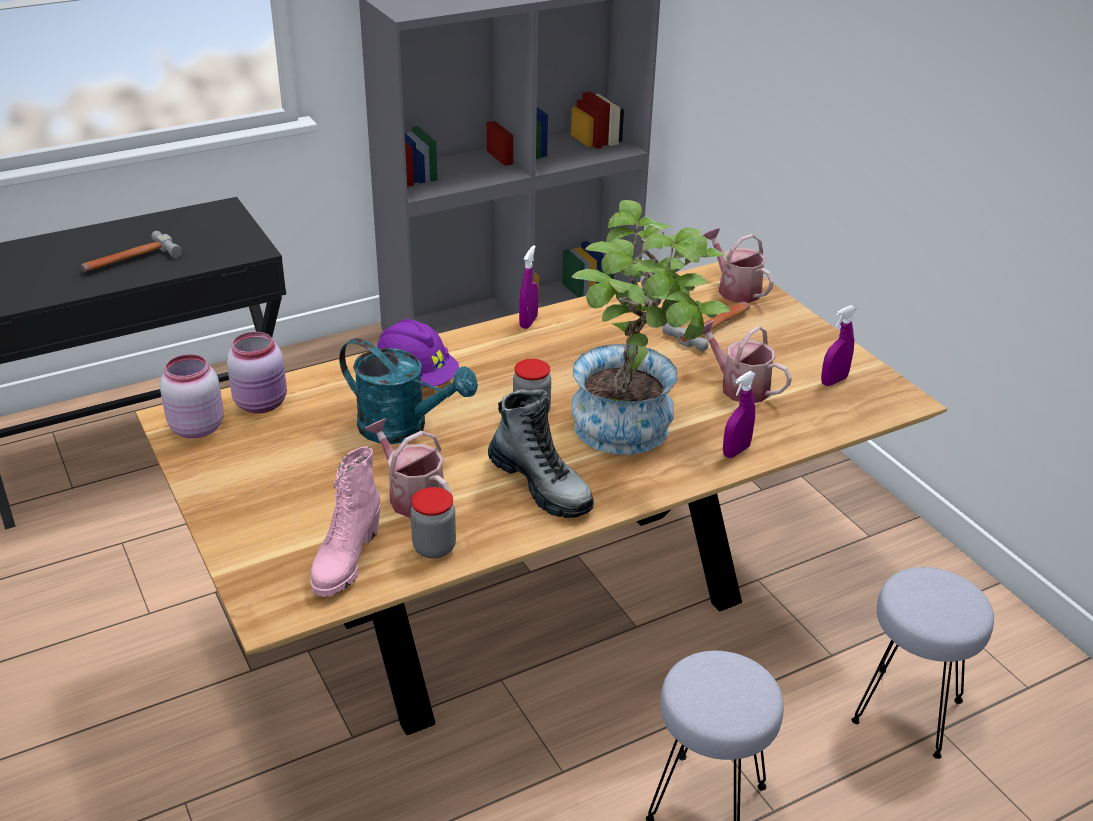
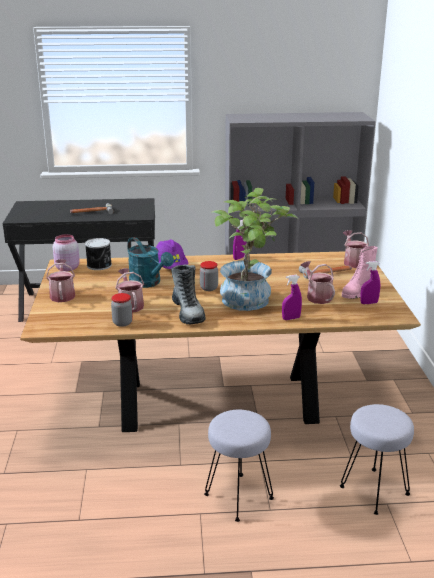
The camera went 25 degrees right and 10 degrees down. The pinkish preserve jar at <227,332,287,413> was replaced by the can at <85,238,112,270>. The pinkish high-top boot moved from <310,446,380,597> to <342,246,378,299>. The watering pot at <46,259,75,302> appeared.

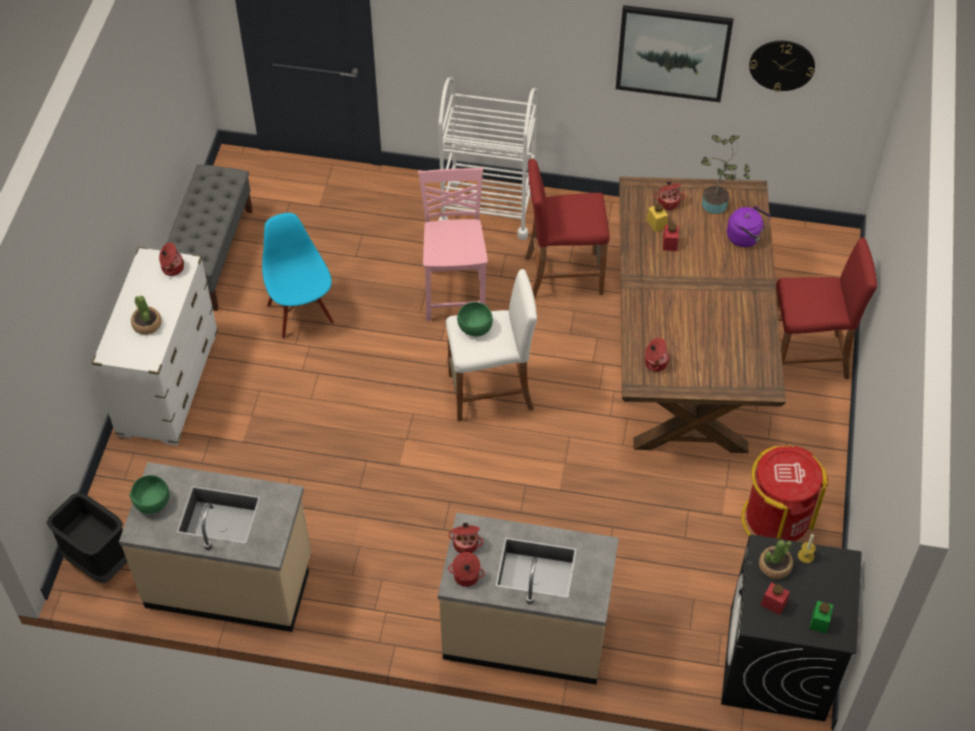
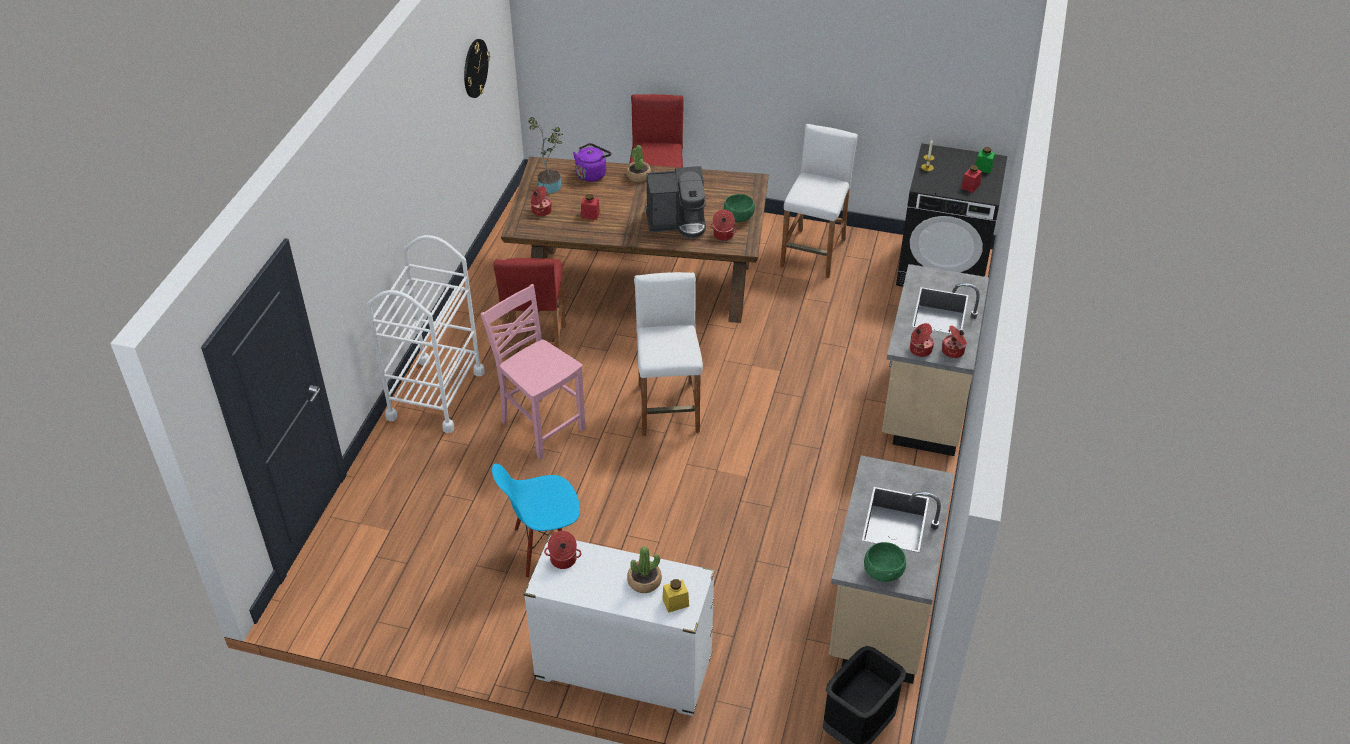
The camera went 85 degrees left and 10 degrees down. The greyish long seat at <167,164,253,311> disappeared. The pinkish plain chair at <418,167,488,321> turned 45 degrees clockwise. The green-coloured deep dish moved from <457,302,493,336> to <724,194,755,222>. The wall art at <616,5,734,102> disappeared. The yellowish preserve jar moved from <646,204,668,232> to <662,579,689,613>. The red-coloured rubbish bin at <741,446,828,541> was replaced by the white-coloured stool at <780,124,858,278>. The houseplant moved from <759,540,793,579> to <626,145,651,182>. The coffee maker at <645,166,706,238> appeared.

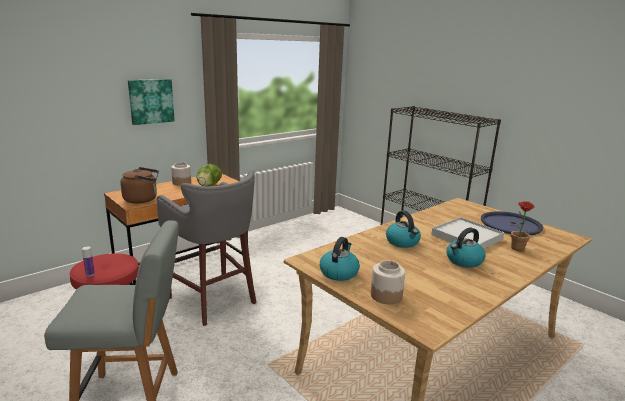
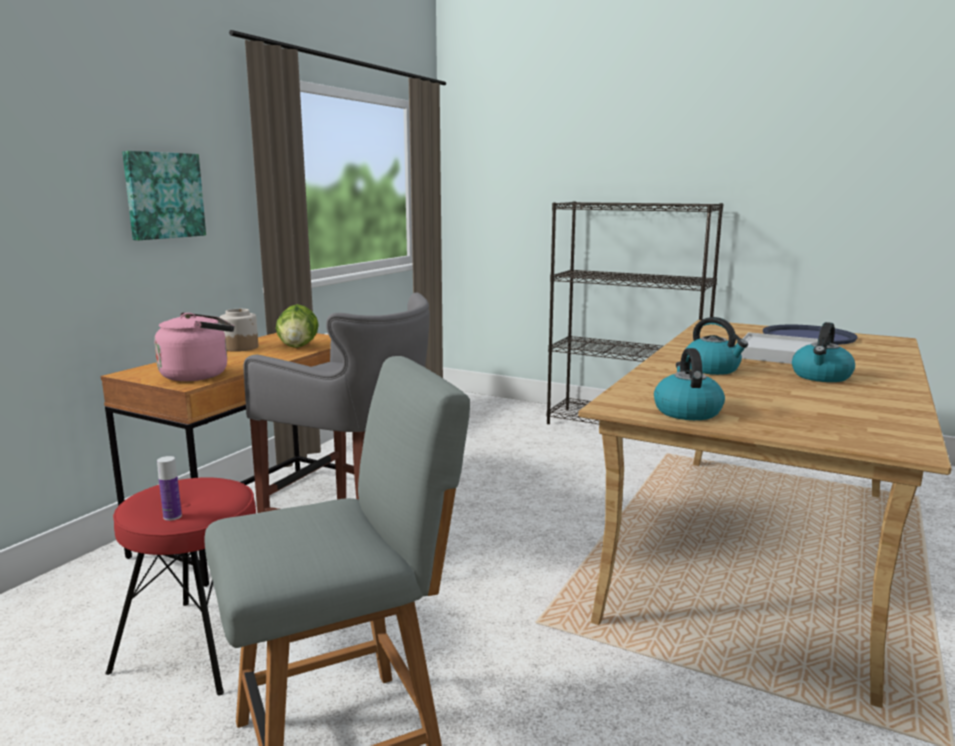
The camera went 20 degrees left and 5 degrees down. The brownish tea kettle at <120,167,159,204> became the pinkish tea kettle at <154,313,234,381>. The preserve jar at <371,260,405,304> disappeared. The houseplant at <509,201,542,251> disappeared.

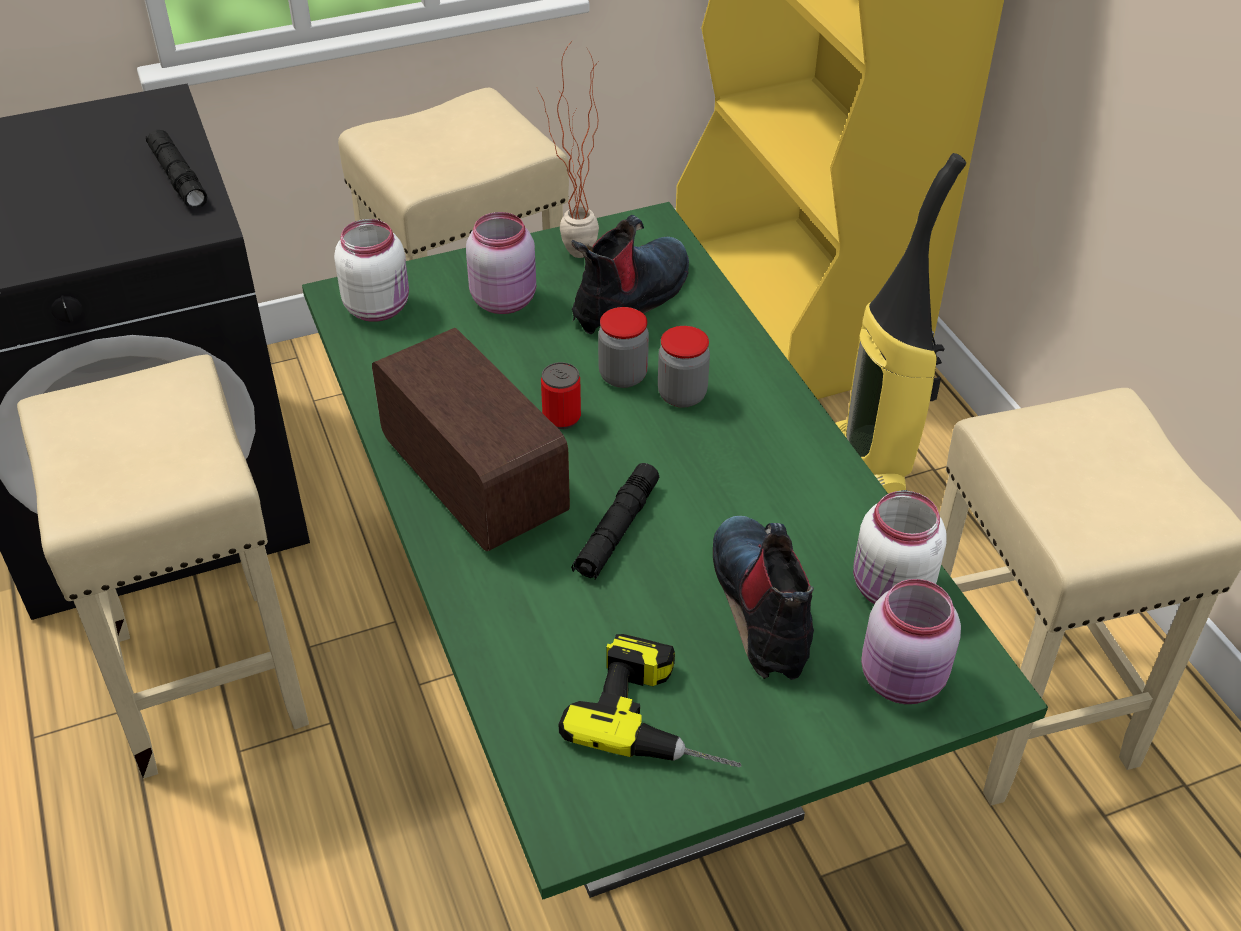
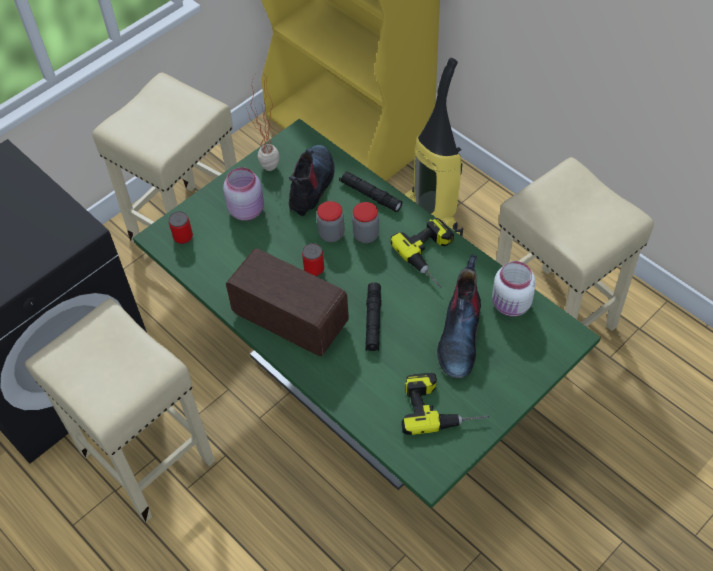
The camera went 20 degrees left and 10 degrees up. The blackish torch moved from <146,130,207,209> to <339,171,402,212>. The white-coloured preserve jar at <334,219,409,322> was replaced by the can at <169,211,193,244>. The high-top boot at <713,516,814,680> turned 135 degrees counterclockwise. The pinkish preserve jar at <861,579,961,704> disappeared. The electric drill at <391,218,454,288> appeared.

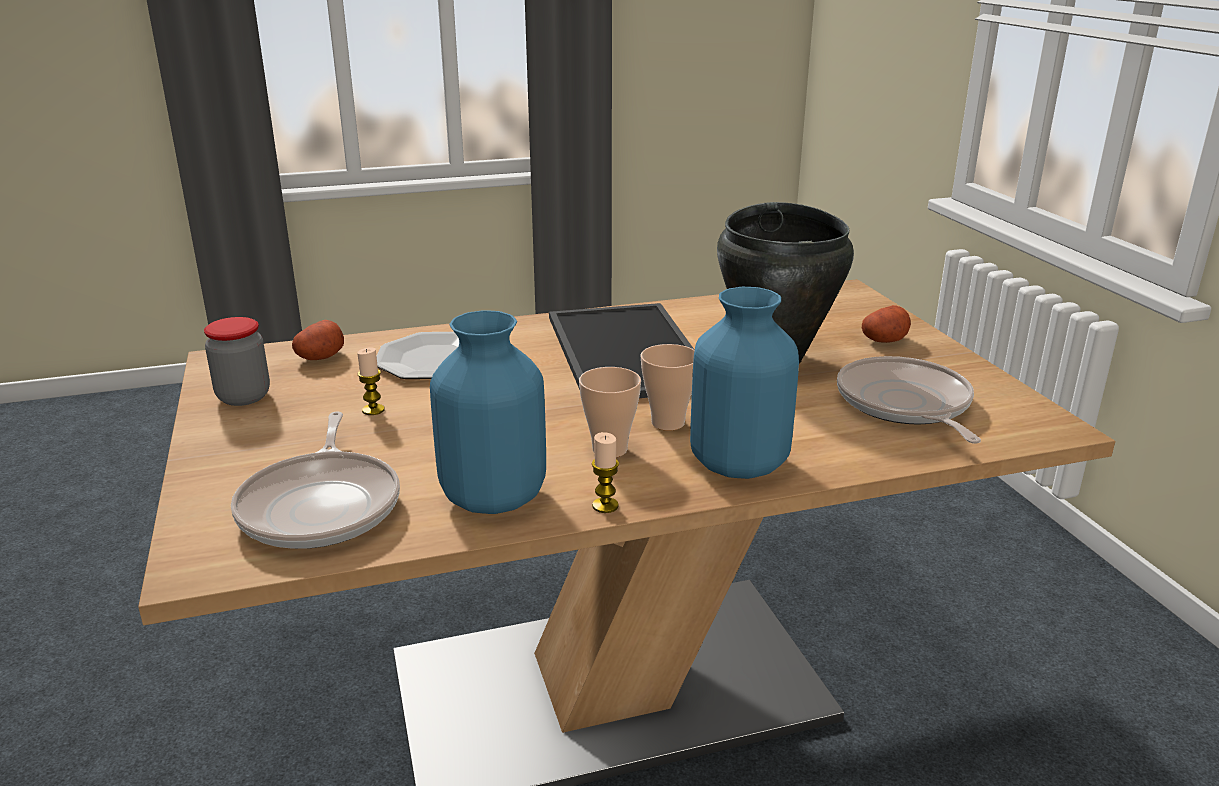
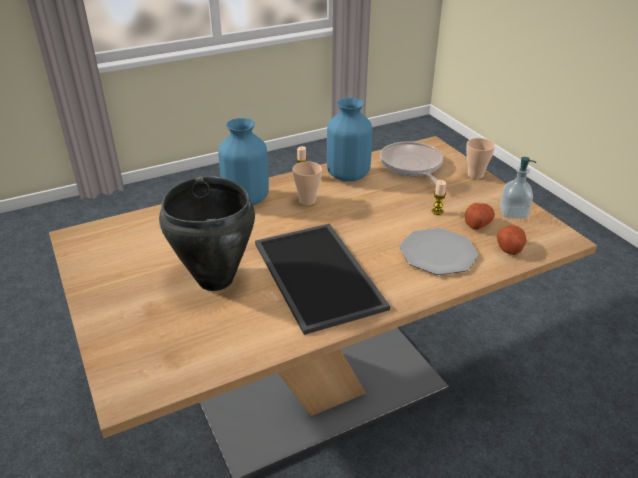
The camera went 170 degrees right and 10 degrees up. The preserve jar at <204,317,270,406> was replaced by the soap bottle at <500,157,536,219>. The drinking cup moved from <641,344,695,431> to <466,138,495,179>. The pan at <837,356,981,444> disappeared. The whole potato moved from <862,305,911,343> to <465,203,495,230>.

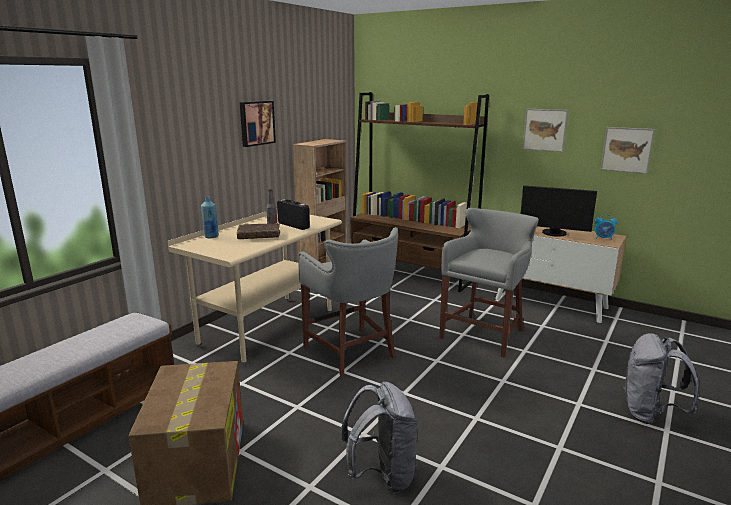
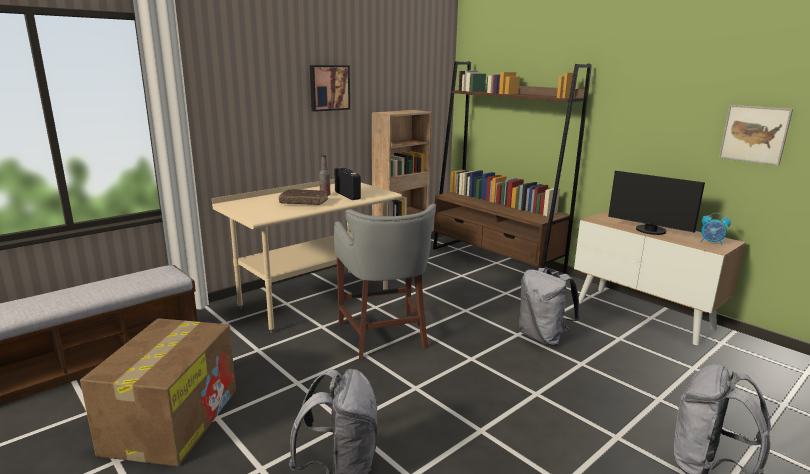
The camera went 15 degrees right and 0 degrees up. The bluish bottle at <201,196,219,238> disappeared. The greyish stool at <439,208,539,357> was replaced by the greyish knapsack at <518,268,580,346>. The wall art at <522,109,568,152> disappeared.

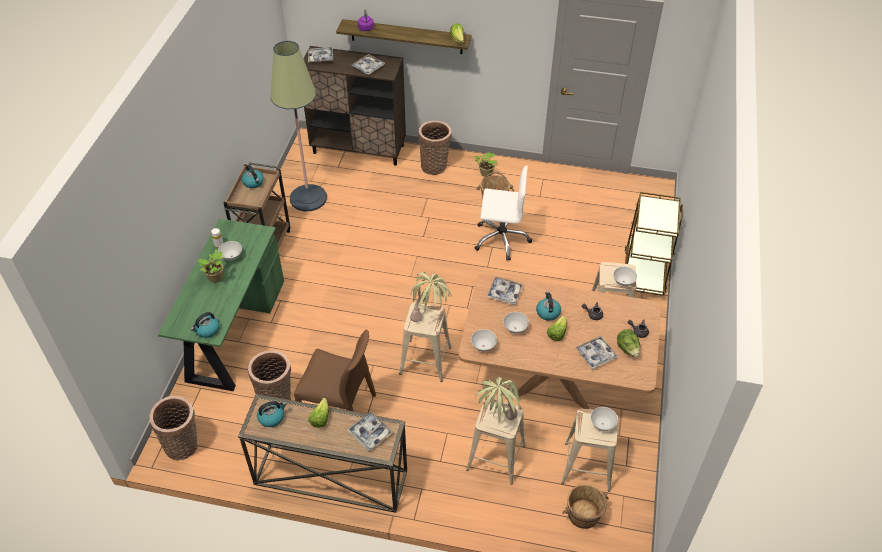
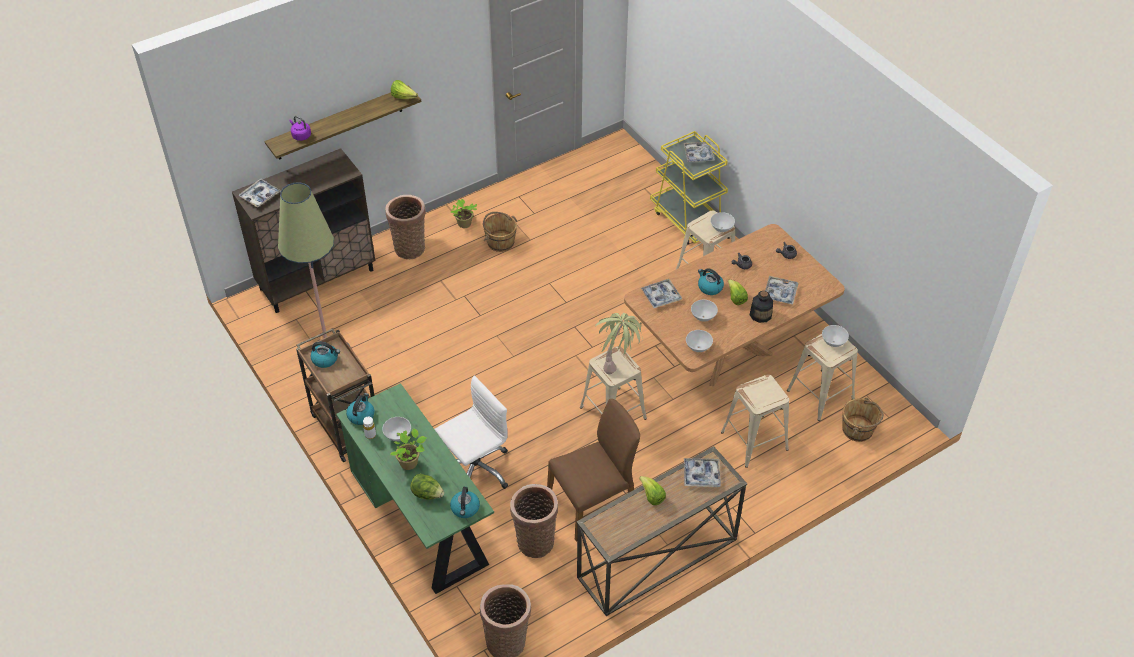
The camera went 45 degrees left and 0 degrees up. The tea kettle moved from <257,401,286,427> to <346,393,374,425>. The carrying tray moved from <351,54,385,75> to <683,142,715,162>. The white-coloured office chair moved from <475,166,532,261> to <434,376,508,489>. The houseplant at <475,377,521,423> disappeared. The head of lettuce moved from <617,329,640,357> to <410,474,444,500>. The brownish wheeled cart at <625,192,683,296> became the yellowish wheeled cart at <650,131,728,245>. The bottle at <750,291,773,323> appeared.

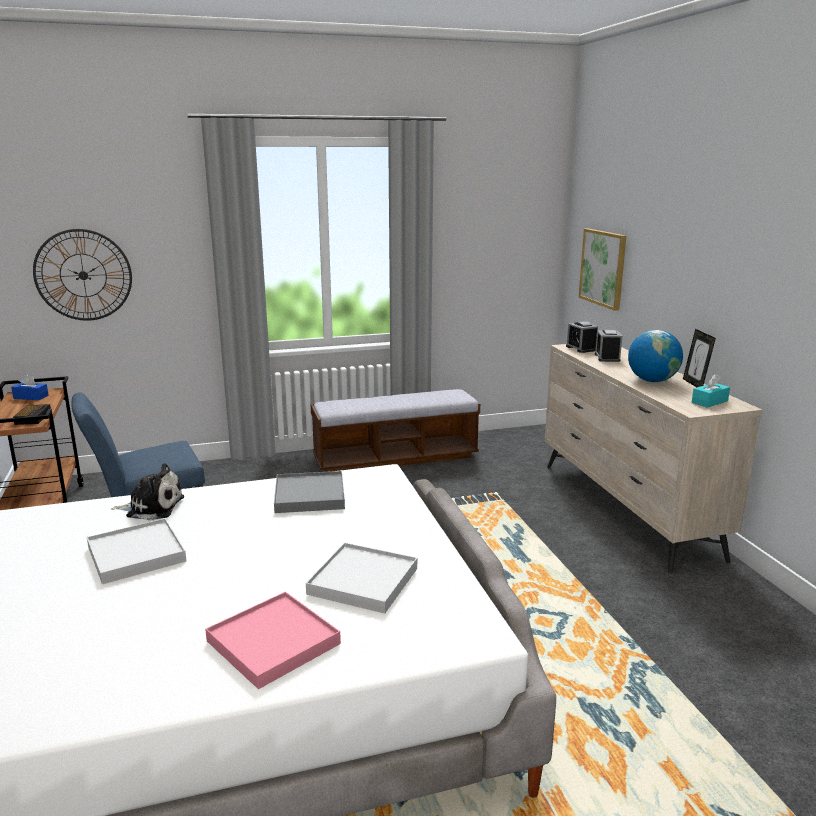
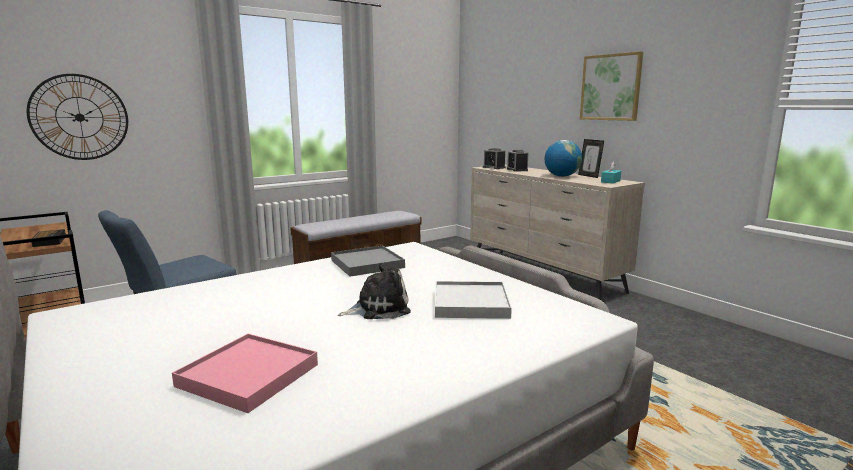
The camera went 20 degrees left and 5 degrees down. The bluish tissue box at <11,374,49,400> disappeared. The white-coloured carrying tray at <87,518,186,584> disappeared. The cuddly toy moved from <111,463,184,520> to <338,263,411,319>. The pinkish carrying tray moved from <205,592,341,689> to <172,334,318,413>. The wall art moved from <579,228,627,311> to <580,51,643,121>.

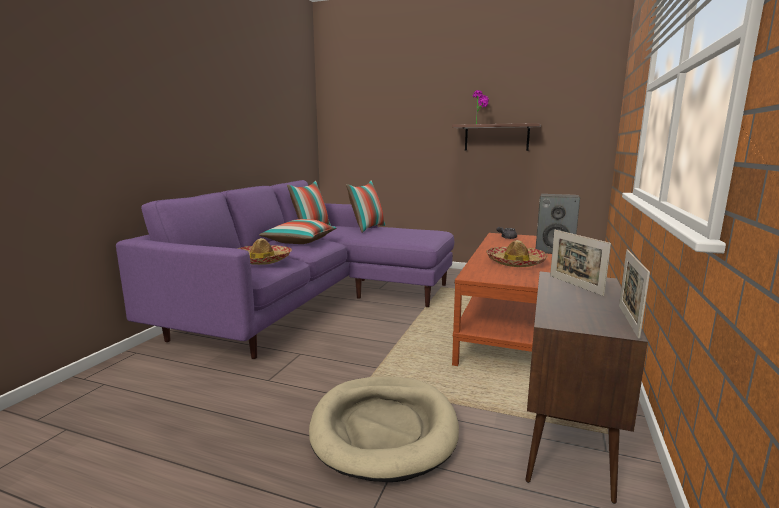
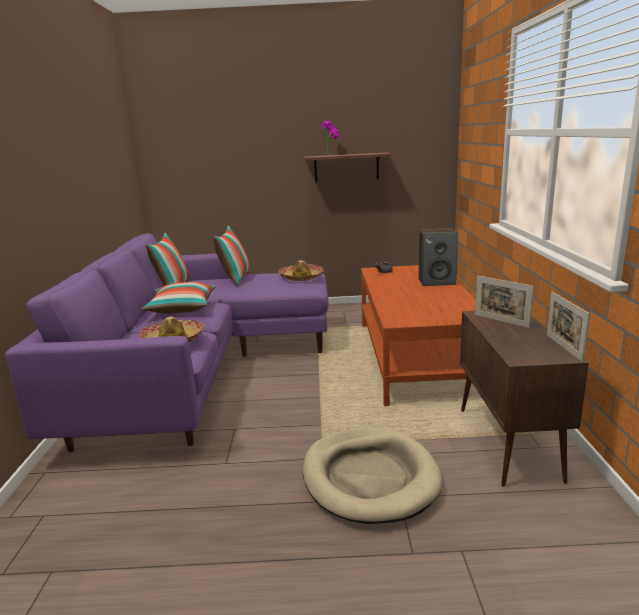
The camera went 20 degrees left and 5 degrees up. The wearable hat moved from <486,240,548,267> to <278,260,324,281>.

